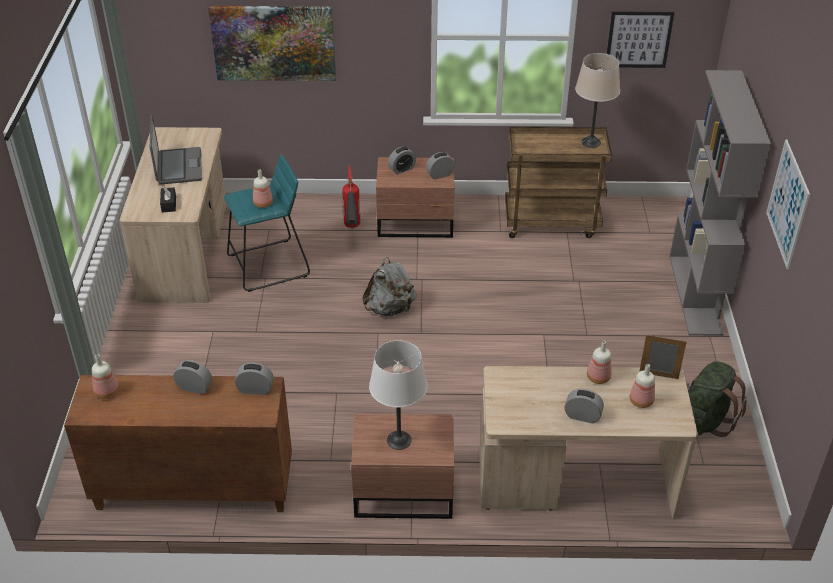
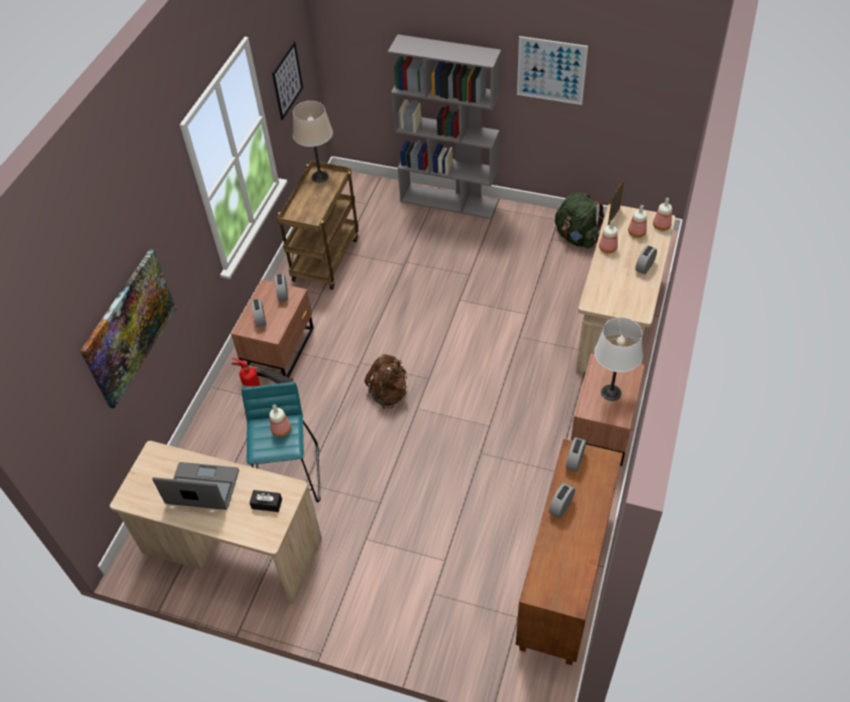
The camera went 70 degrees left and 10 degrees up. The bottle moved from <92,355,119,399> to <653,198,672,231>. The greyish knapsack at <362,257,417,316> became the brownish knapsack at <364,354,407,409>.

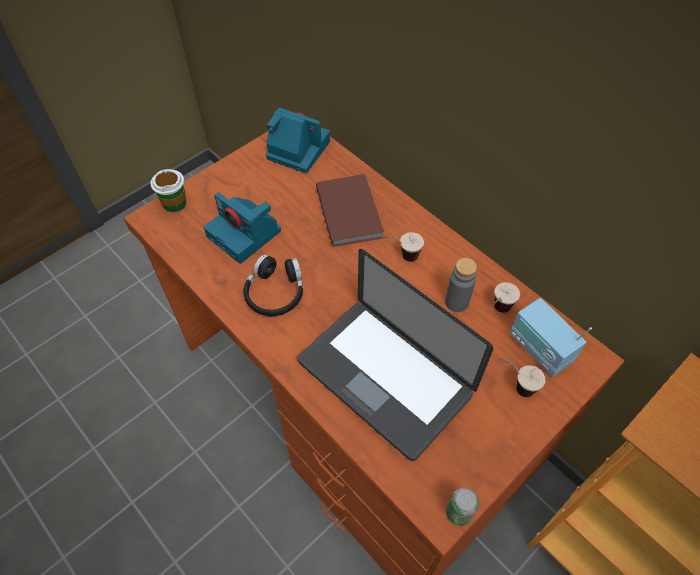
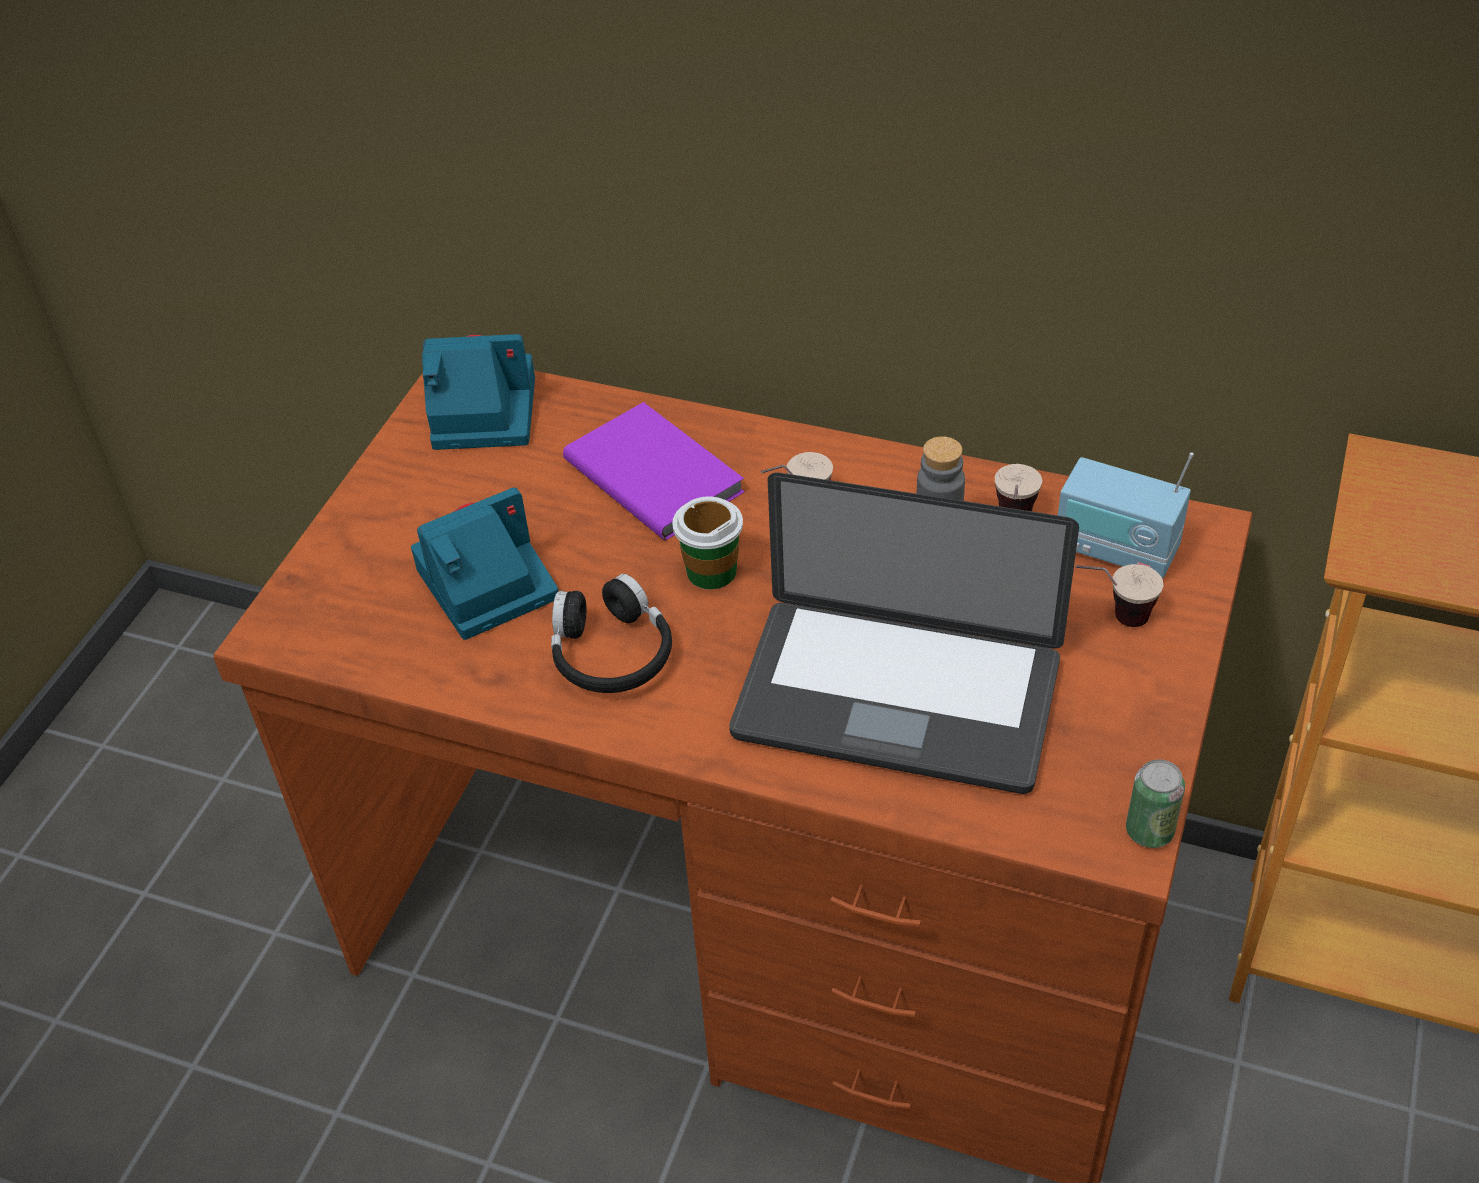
The camera went 25 degrees left and 10 degrees down. The drinking cup moved from <150,169,186,212> to <672,496,743,589>. The still camera at <204,192,281,264> turned 135 degrees clockwise. The brownish bound book at <316,174,384,247> became the purplish bound book at <563,402,745,540>.

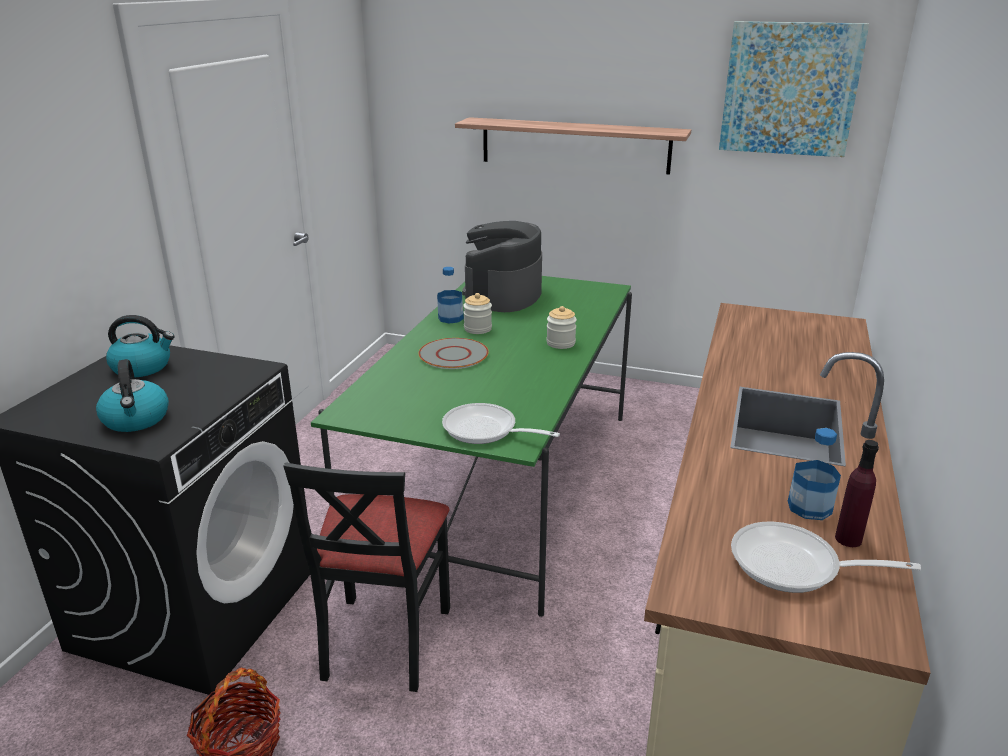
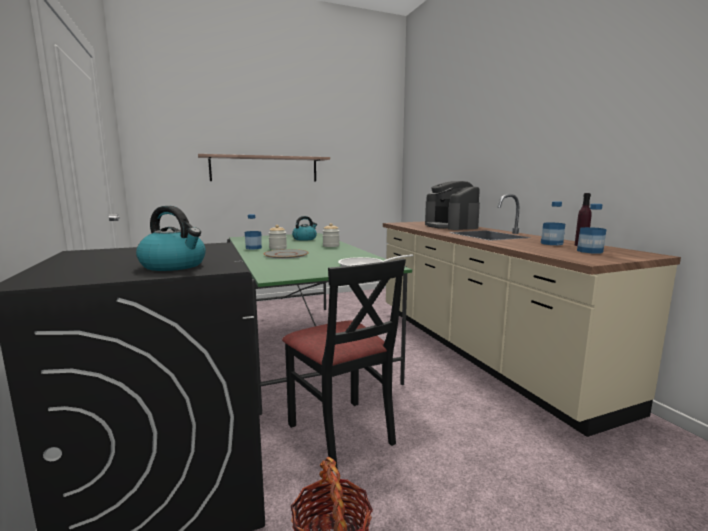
The camera went 40 degrees left and 15 degrees down. The tea kettle moved from <106,315,175,377> to <292,216,317,241>. The coffee maker moved from <462,221,542,312> to <425,181,480,230>. The wall art at <719,21,869,157> disappeared. The pan at <731,522,921,593> was replaced by the bottle at <577,204,607,253>.

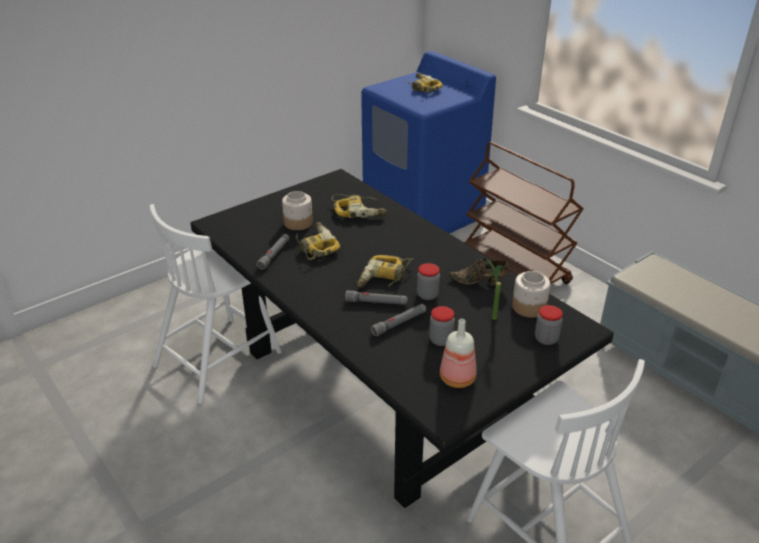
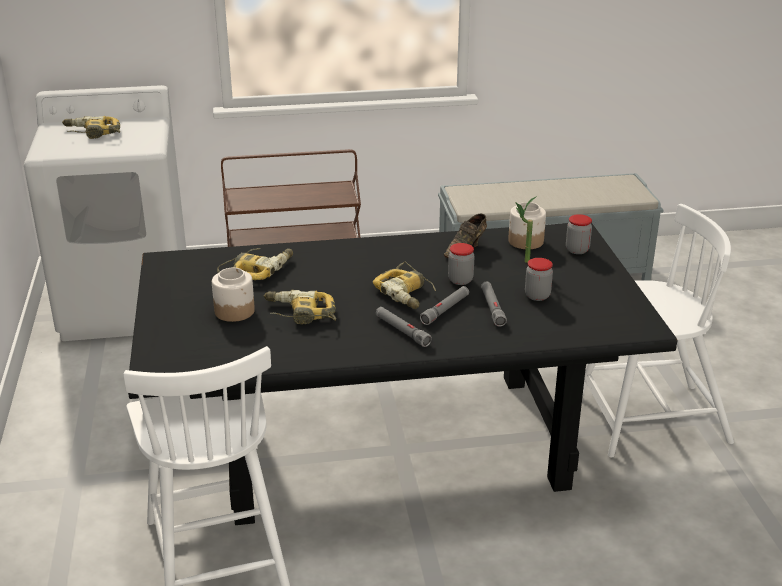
The camera went 60 degrees left and 5 degrees down. The greyish torch moved from <257,234,289,269> to <376,307,432,347>. The bluish laundry machine at <361,51,496,233> became the white-coloured laundry machine at <24,85,186,341>. The bottle at <440,319,477,388> disappeared.

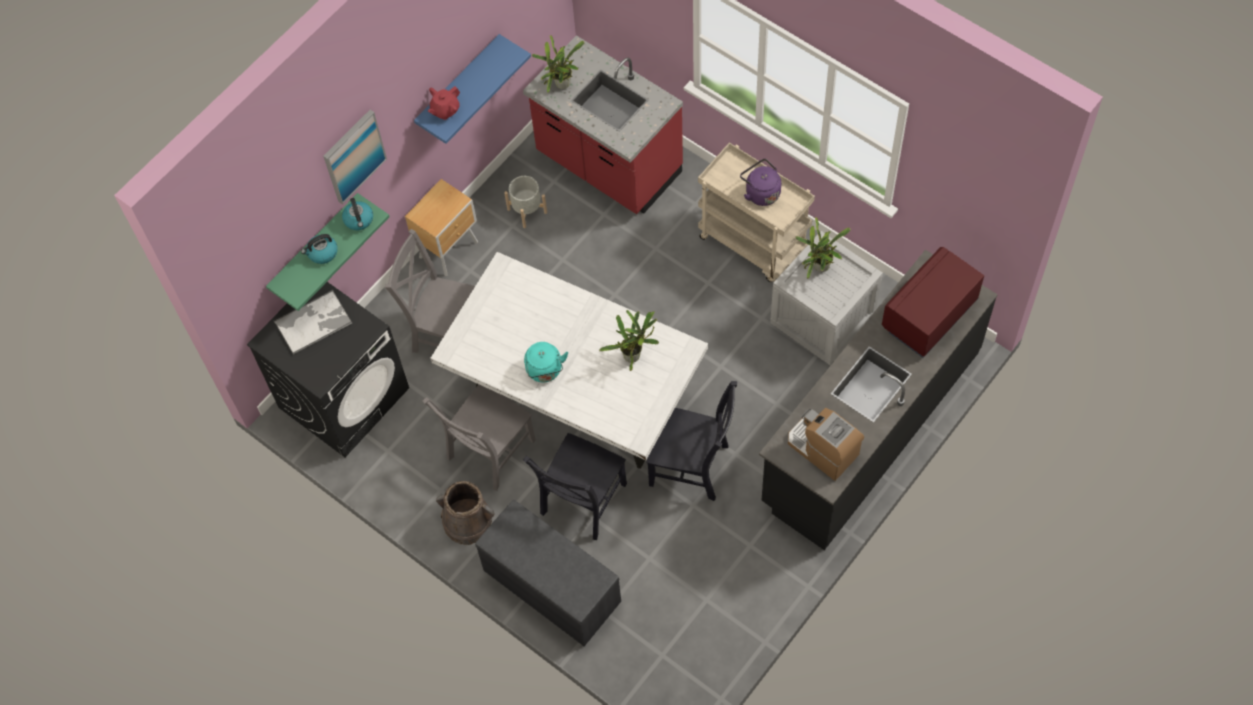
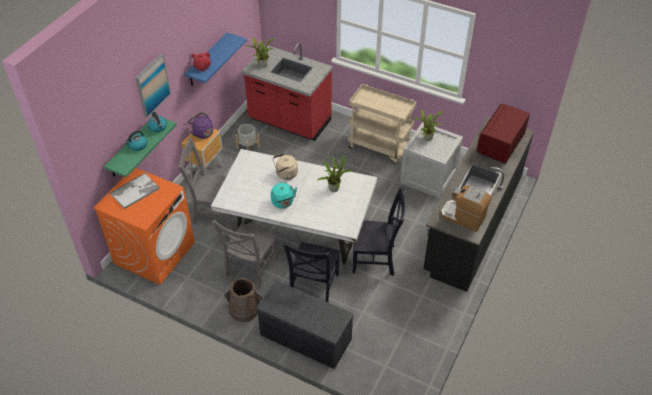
The camera went 15 degrees left and 15 degrees down. The blackish laundry machine at <247,282,409,457> became the orange laundry machine at <94,168,195,285>. The purplish tea kettle moved from <740,159,781,206> to <188,113,213,139>. The beige-coloured tea kettle at <273,153,298,180> appeared.

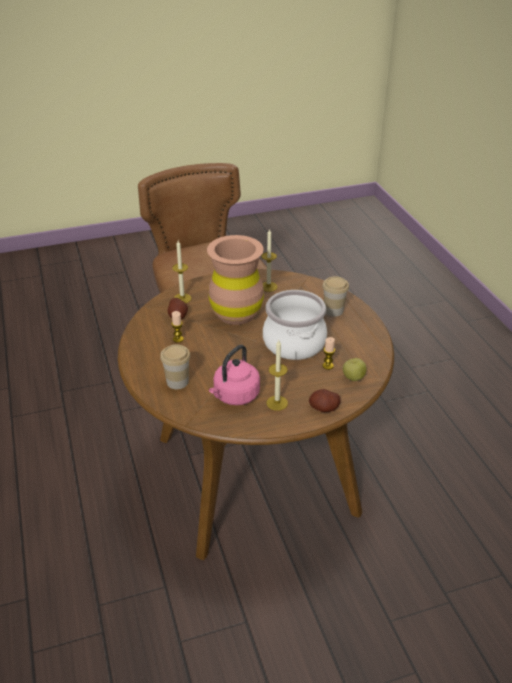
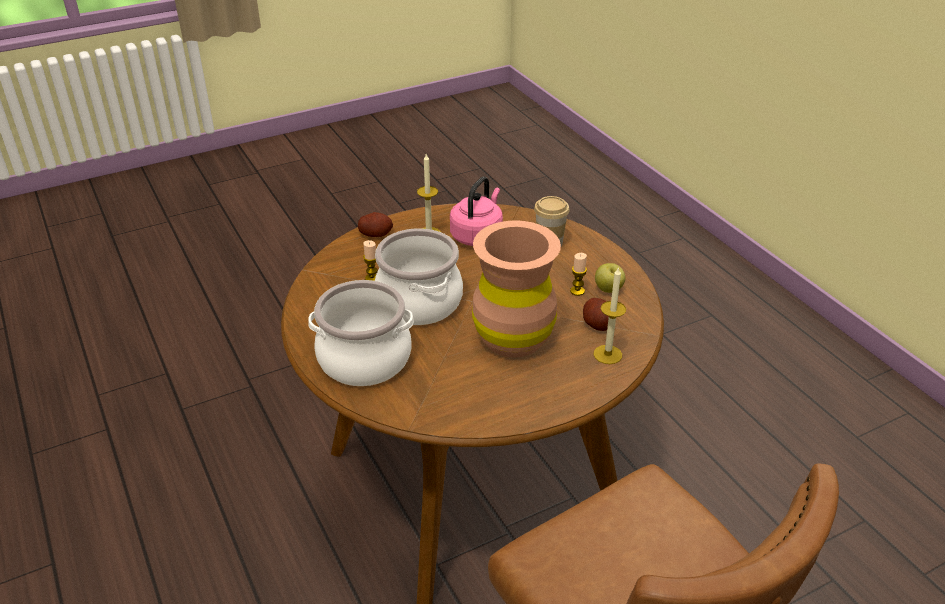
The camera went 170 degrees right and 0 degrees up. The candle at <262,229,277,292> disappeared. The drinking cup at <323,276,349,317> was replaced by the stockpot at <308,280,414,386>. The apple moved from <343,358,366,381> to <595,263,625,293>.

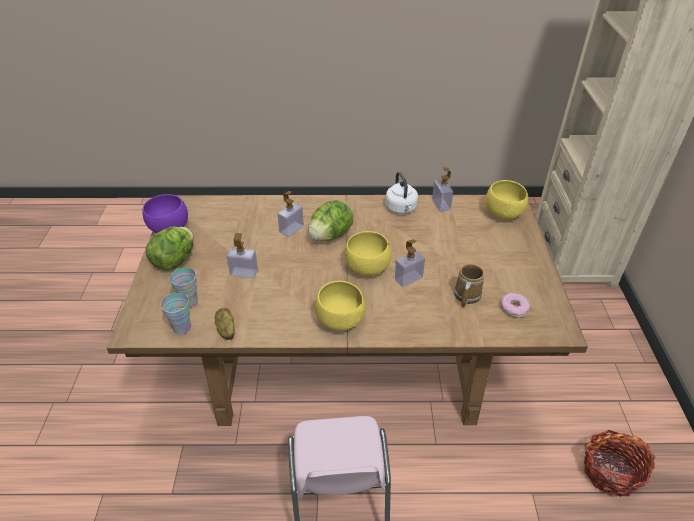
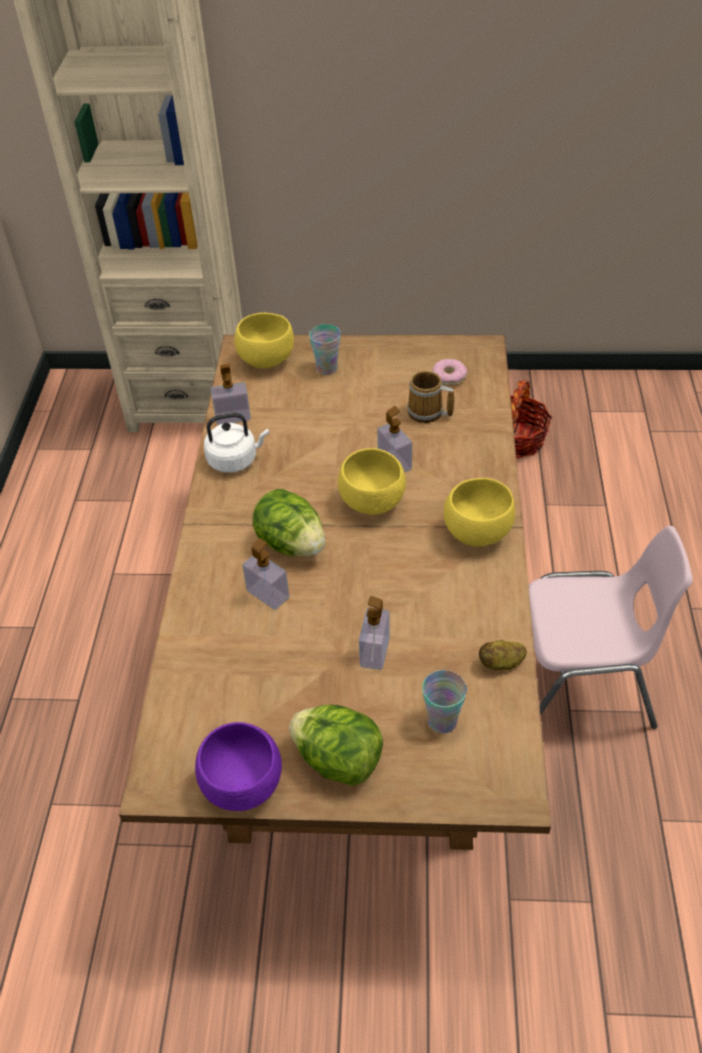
The camera went 85 degrees left and 5 degrees up. The drinking cup moved from <161,293,191,335> to <309,324,341,375>.

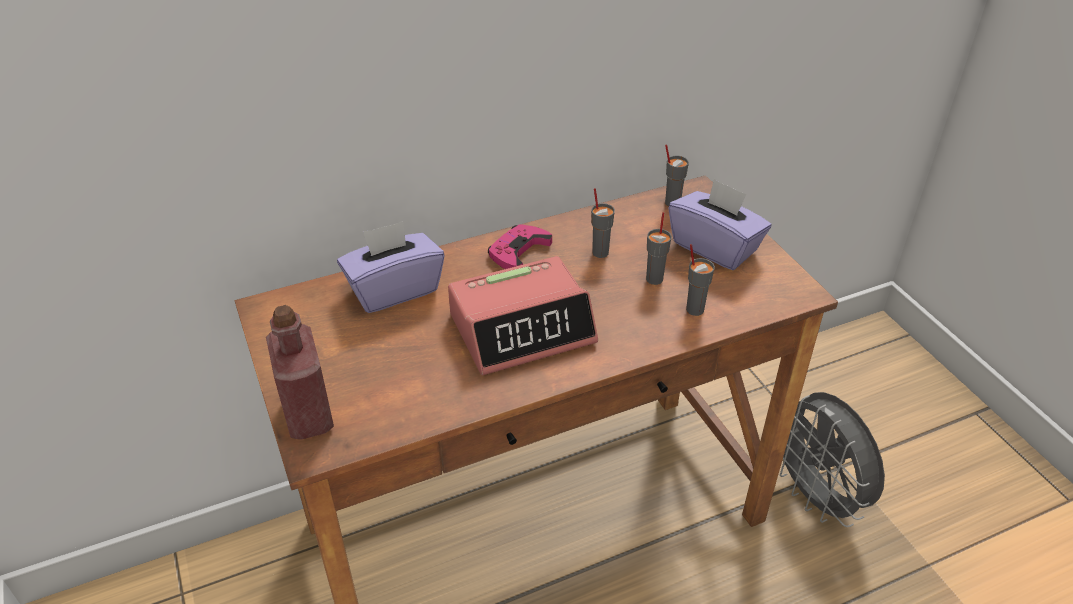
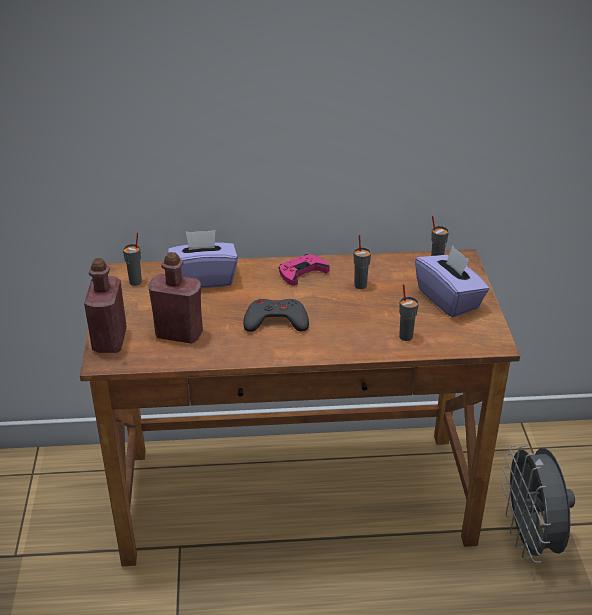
The camera went 20 degrees right and 5 degrees down. The table clock at <448,256,598,375> was replaced by the greyish joypad at <243,299,309,332>. The greyish drinking cup moved from <646,212,672,285> to <123,232,142,286>. The red-coloured bottle at <149,252,203,344> appeared.

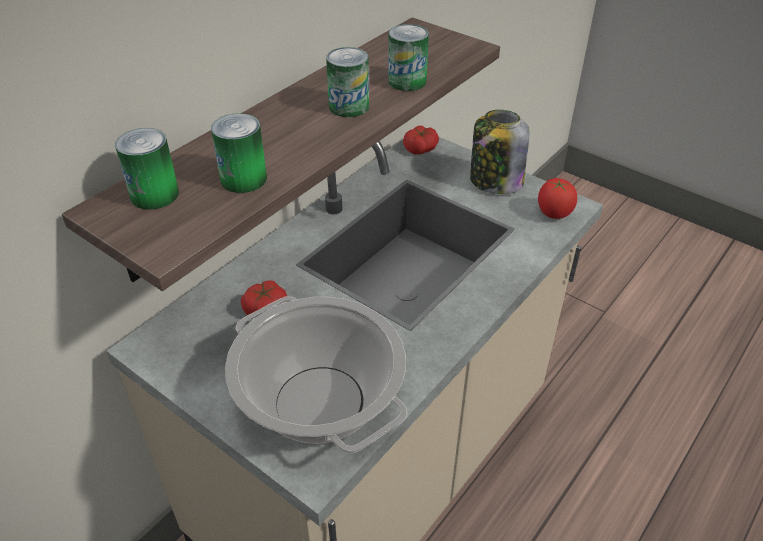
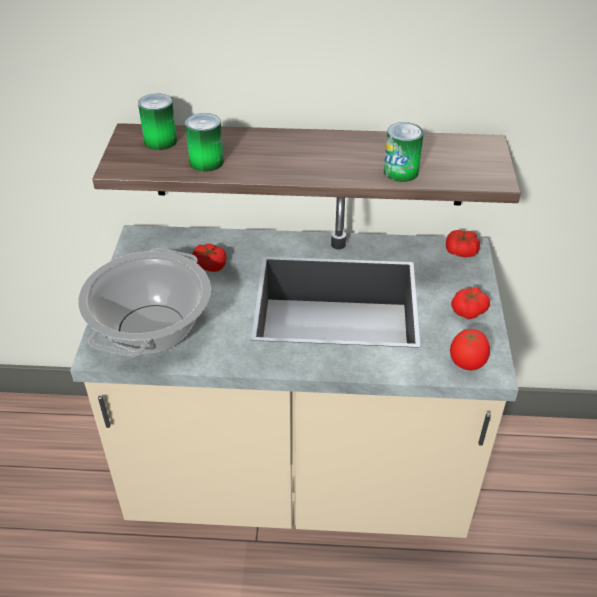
The camera went 55 degrees right and 0 degrees up. The can at <326,47,369,117> disappeared. The preserve jar at <470,110,530,194> was replaced by the whole tomato at <451,287,490,319>.

